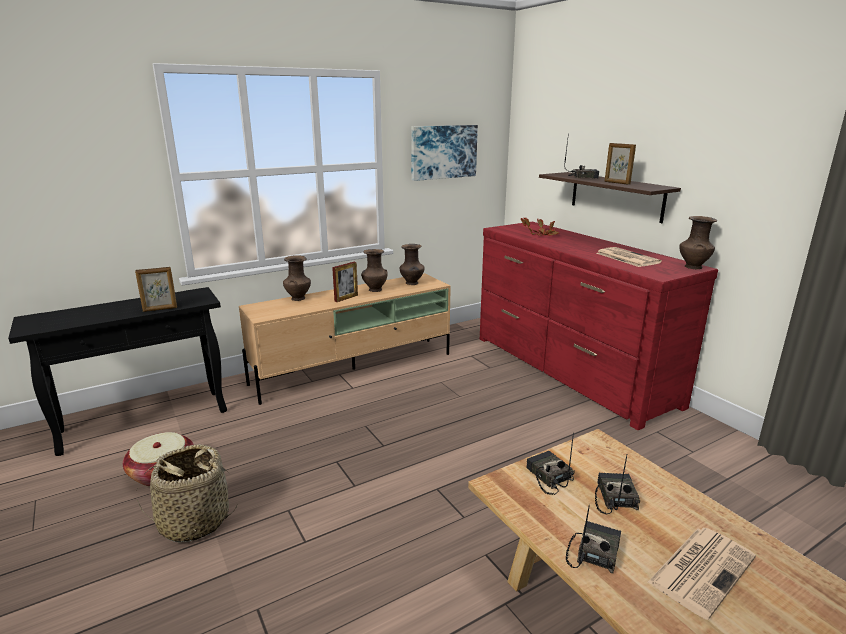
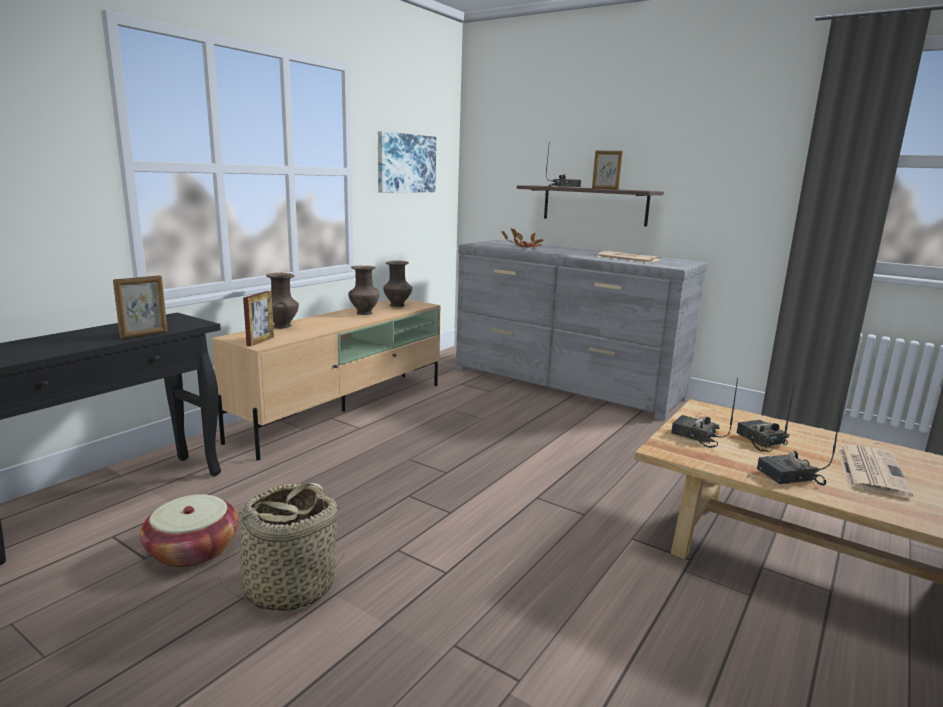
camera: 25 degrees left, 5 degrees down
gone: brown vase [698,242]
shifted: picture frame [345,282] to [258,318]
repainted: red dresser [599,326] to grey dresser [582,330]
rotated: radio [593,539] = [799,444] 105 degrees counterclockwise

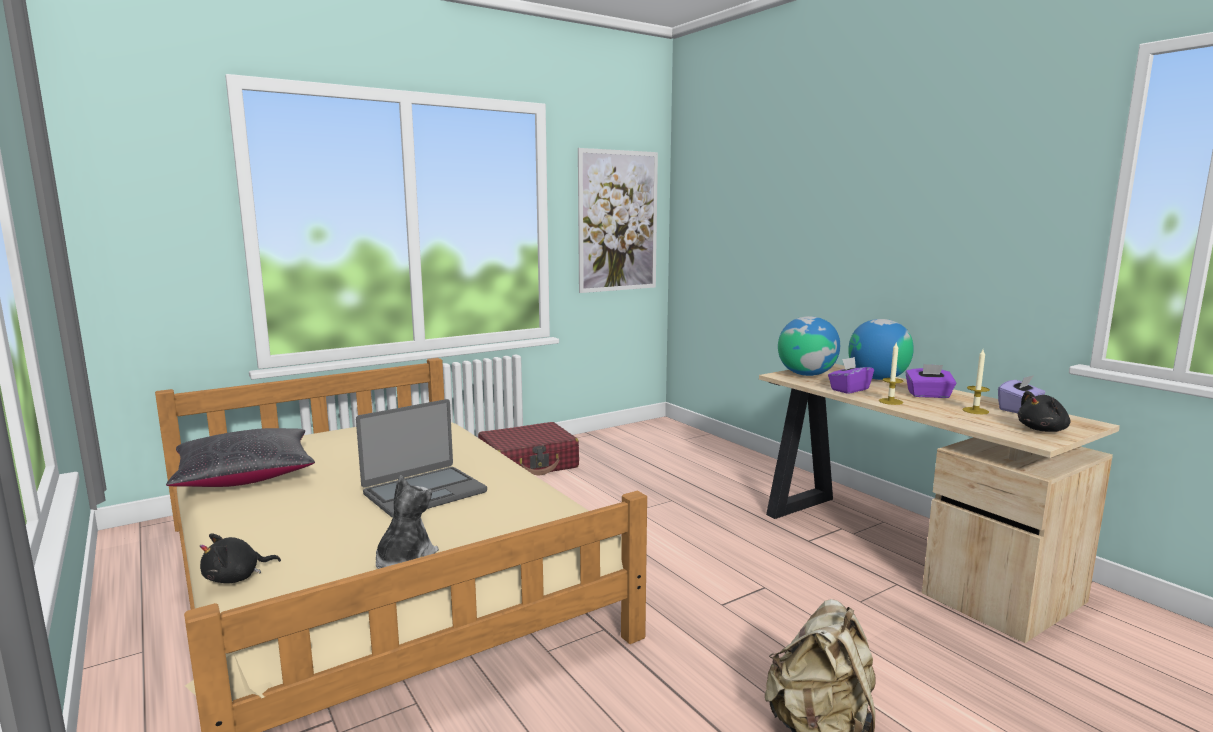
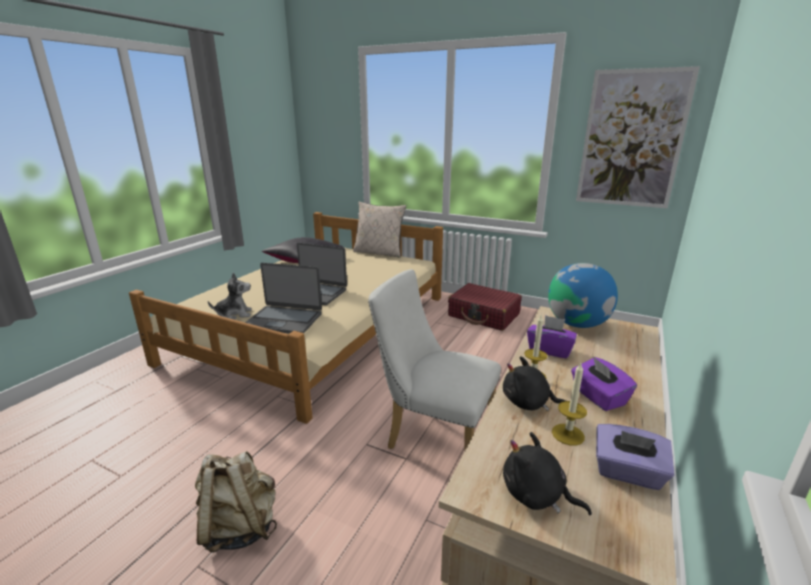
camera: 60 degrees right, 10 degrees up
gone: globe [881,349]
new: laptop [283,298]; beige pillow [379,229]; white chair [434,359]
shifted: black plush toy [240,558] to [534,383]

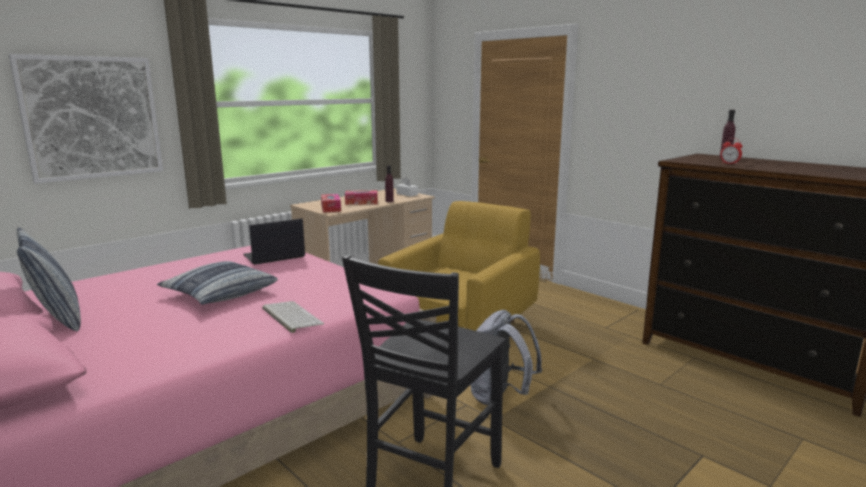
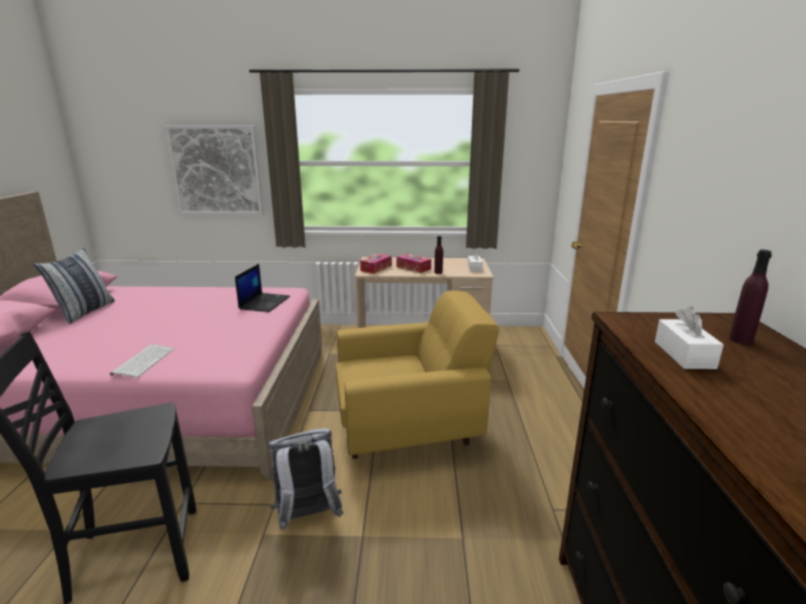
camera: 45 degrees right, 5 degrees up
gone: pillow [217,283]
swapped: alarm clock [731,151] to white tissue box [689,337]
rotated: laptop [274,241] = [262,288] 90 degrees clockwise

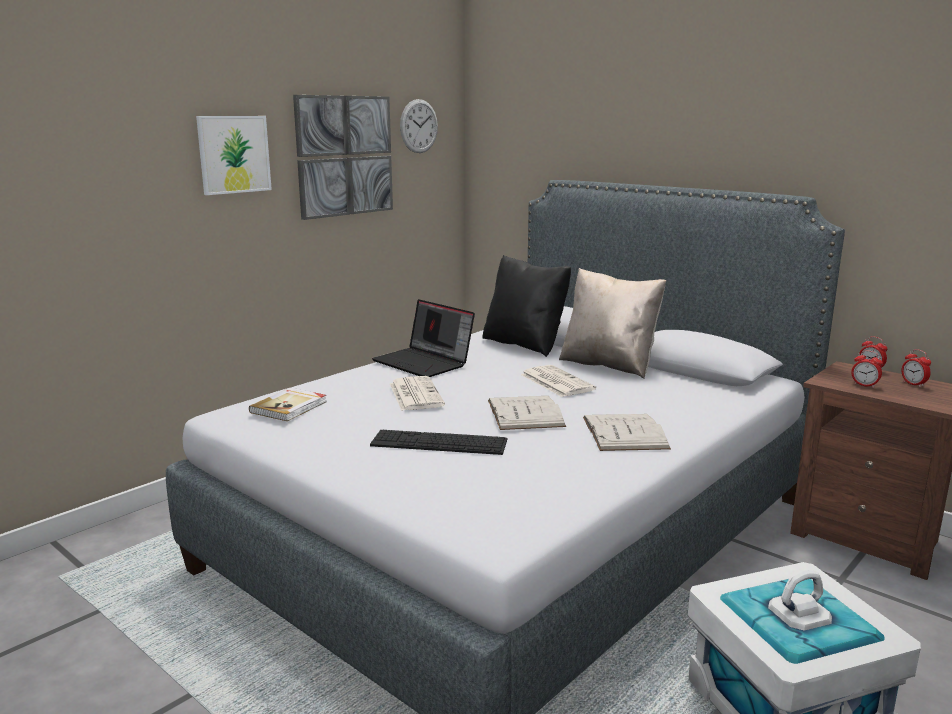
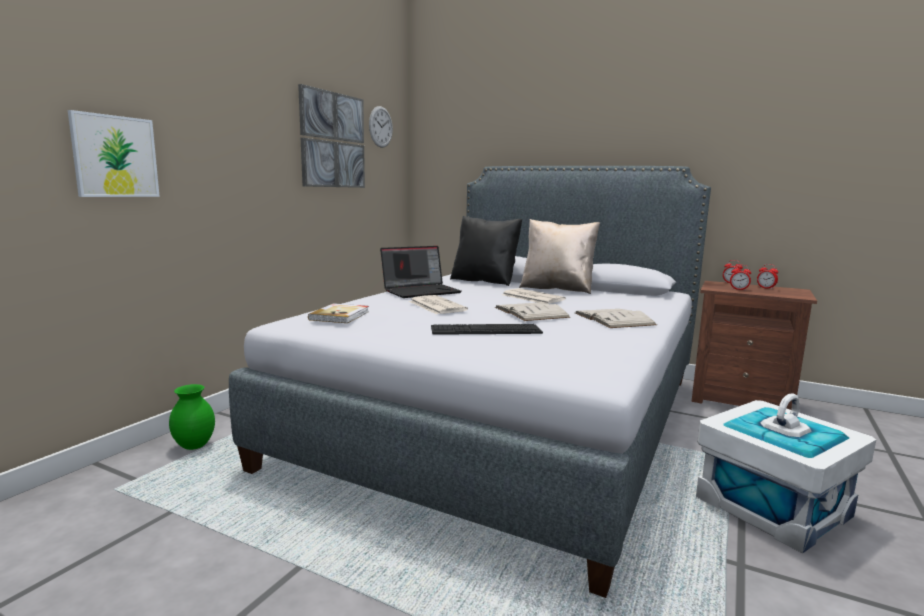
camera: 15 degrees left, 5 degrees down
new: green vase [192,417]
shifted: picture [234,155] to [114,153]
rotated: laptop [423,338] = [421,272] 60 degrees counterclockwise

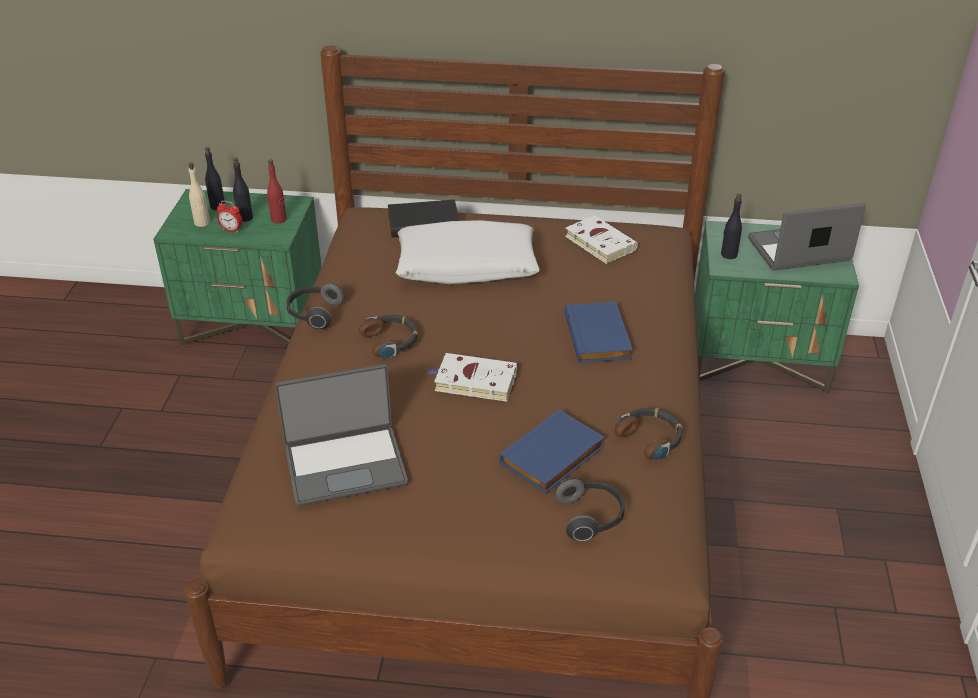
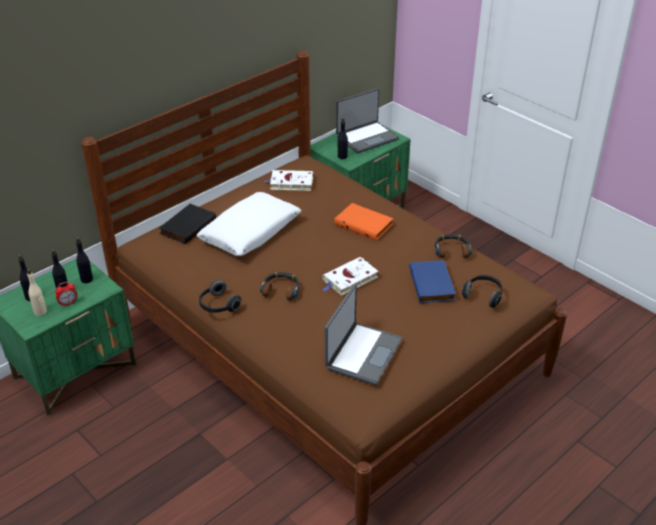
camera: 50 degrees left, 0 degrees up
repainted: red bottle [277,191] to black bottle [84,260]; blue book [599,332] to orange book [363,222]
rotated: laptop [807,237] = [367,121] 150 degrees counterclockwise

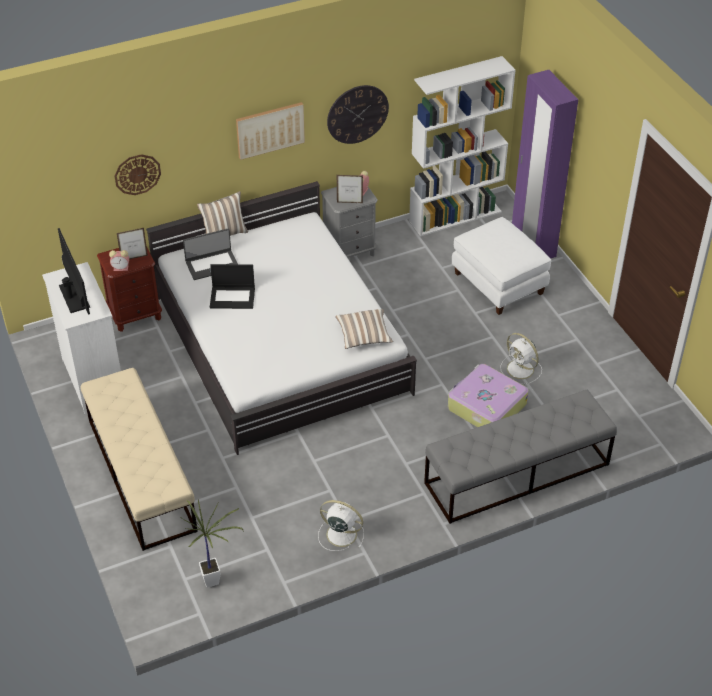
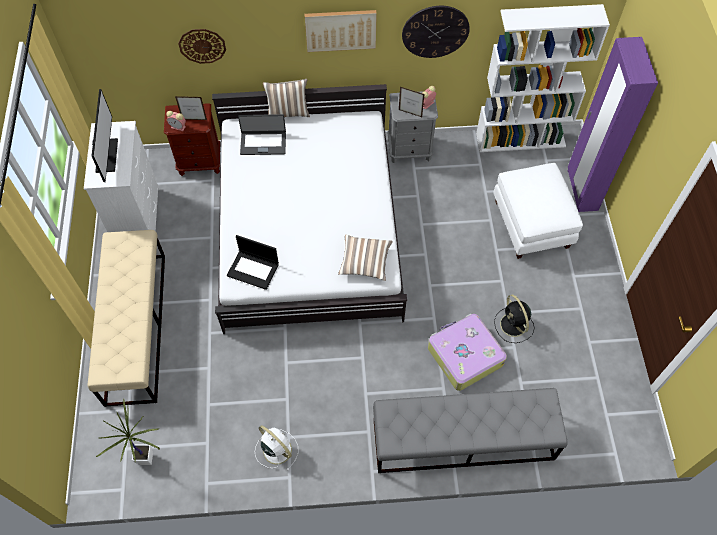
camera: 20 degrees right, 15 degrees up
shifted: laptop [232,286] to [253,262]
repainted: white fan [521,359] to black fan [514,319]

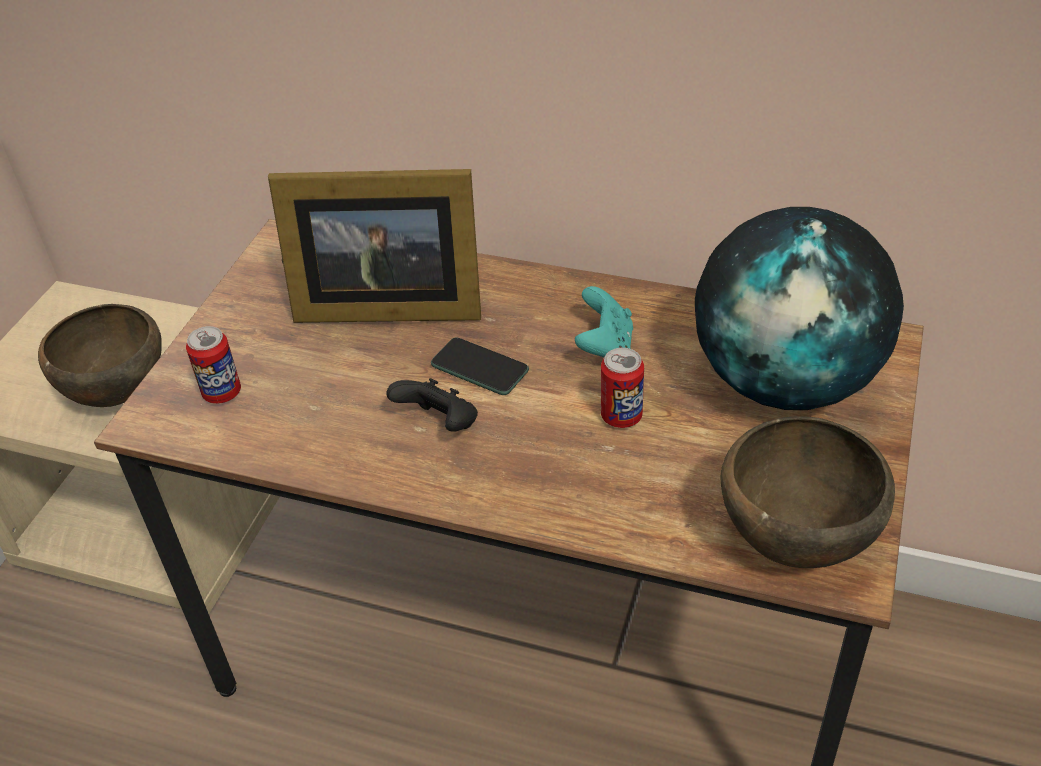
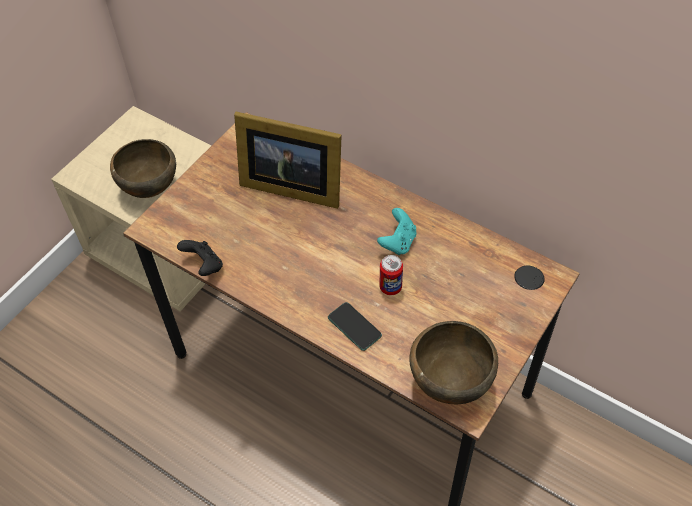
camera: 15 degrees right, 10 degrees up
gone: can [213,365]; globe [799,308]
shifted: black game controller [432,405] to [200,258]; phone [480,366] to [355,326]

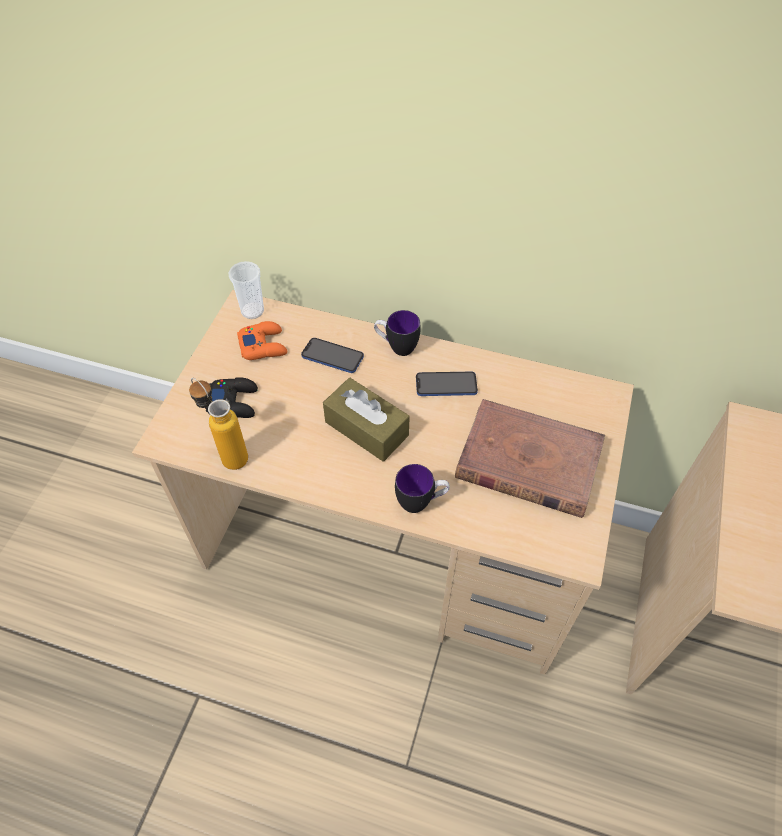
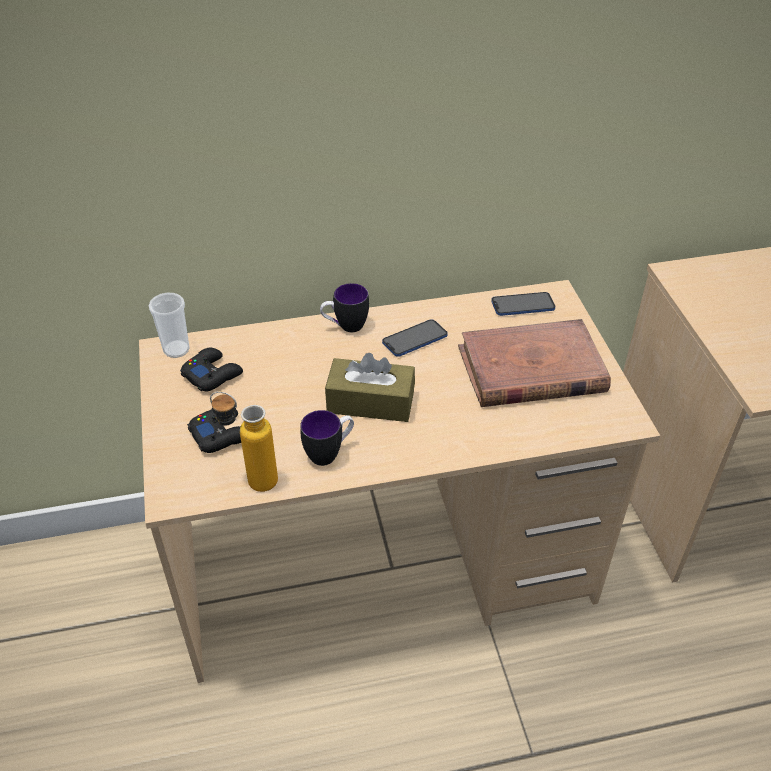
camera: 30 degrees left, 10 degrees down
shifted: phone [332,355] to [523,304]; mug [422,488] to [327,438]
repainted: orange game controller [262,340] to black game controller [211,370]

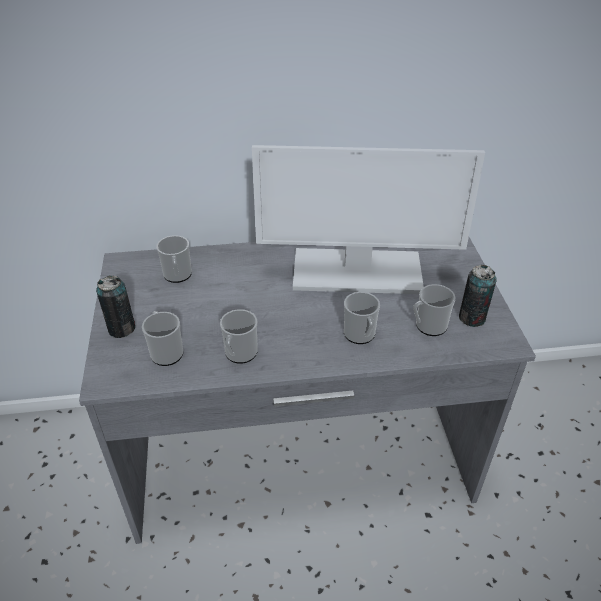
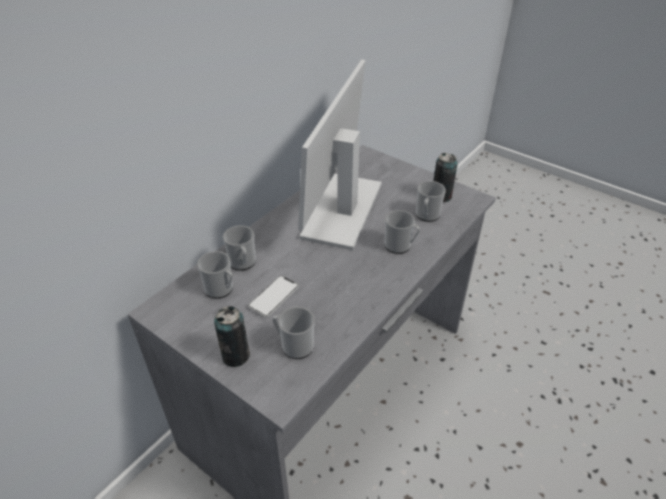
camera: 45 degrees left, 0 degrees up
new: phone [273,296]
shifted: mug [239,336] to [239,248]
rotated: monitor [368,219] = [340,155] 150 degrees clockwise

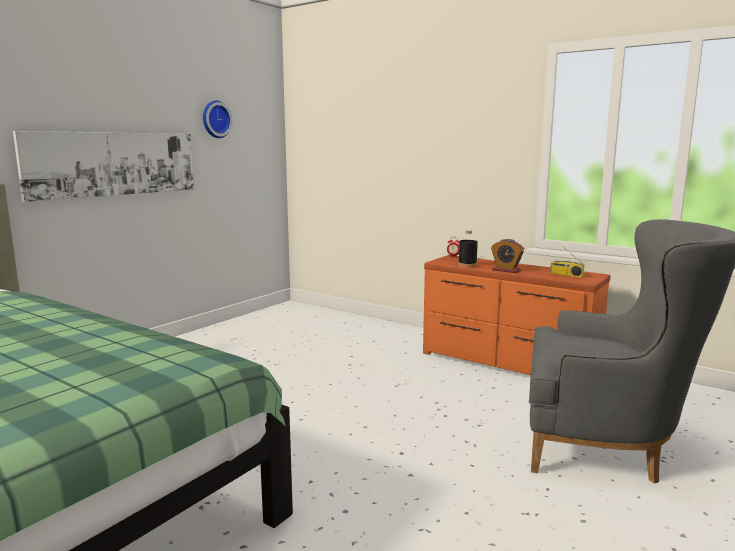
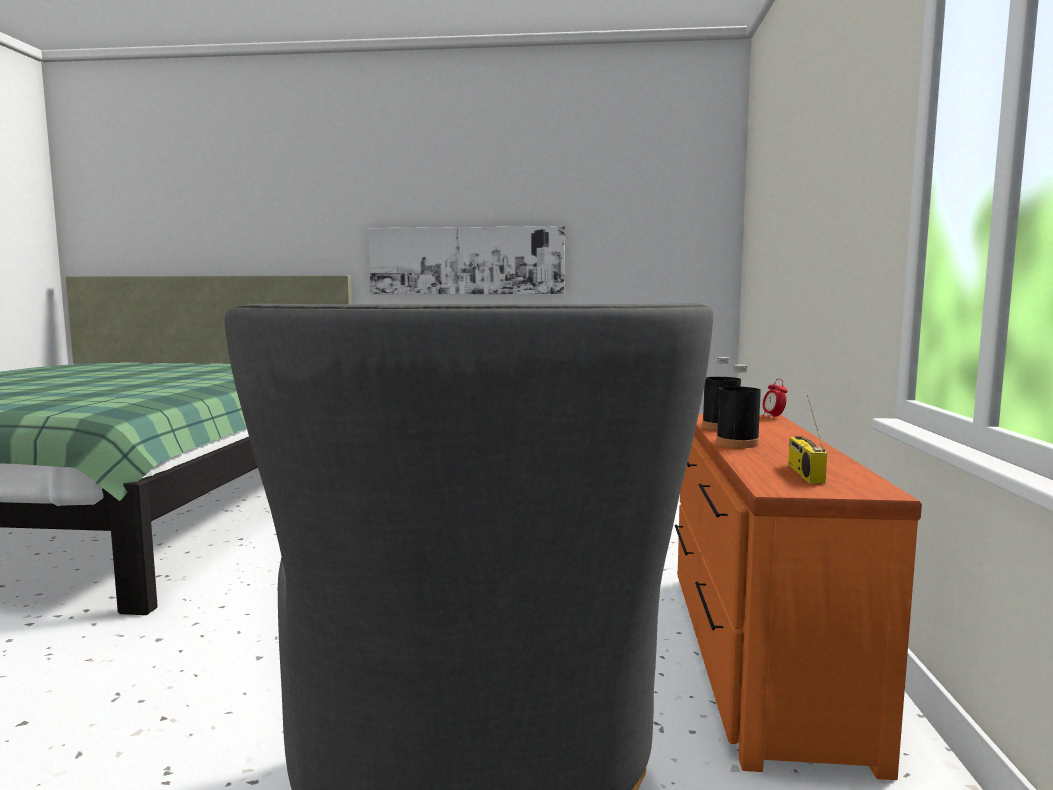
camera: 60 degrees right, 5 degrees down
gone: wall clock [218,119]
swapped: alarm clock [507,256] to black bottle [738,406]

